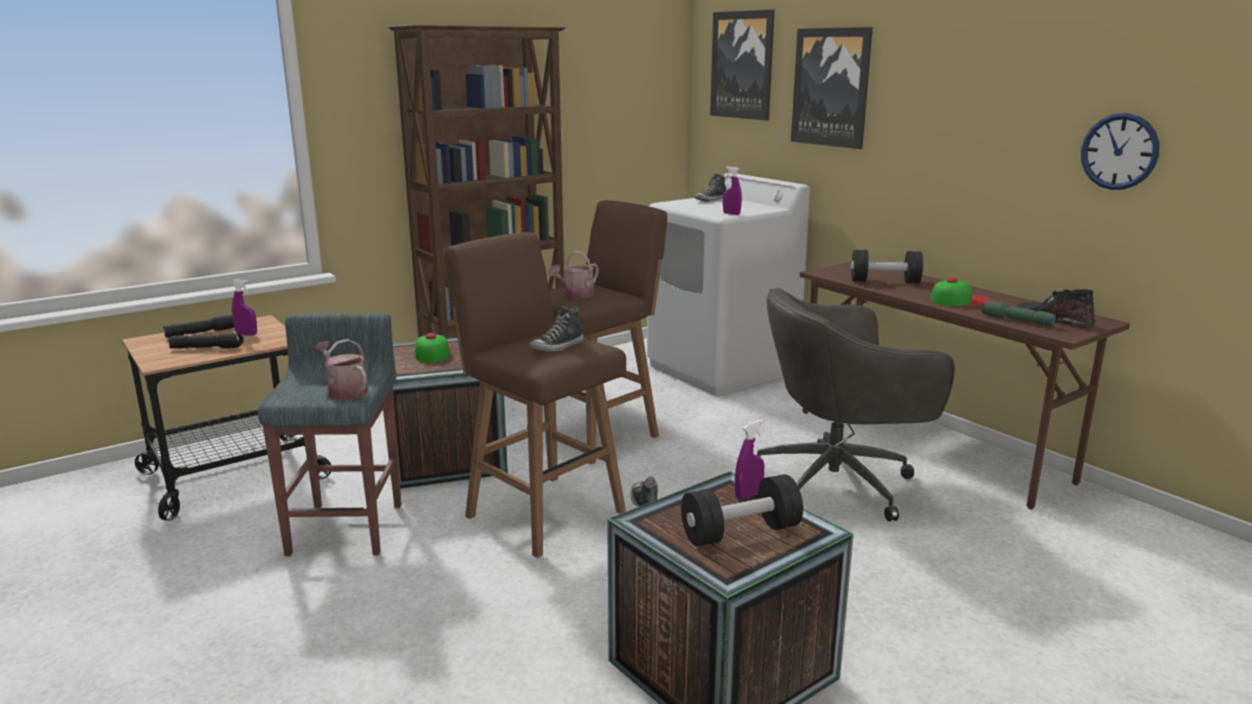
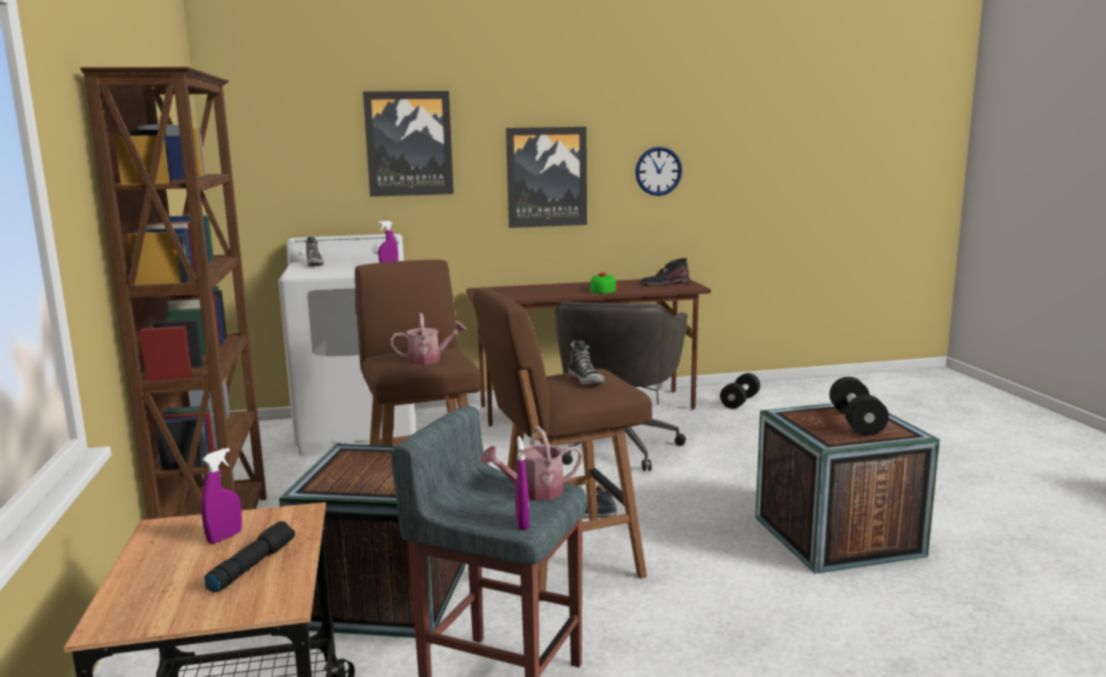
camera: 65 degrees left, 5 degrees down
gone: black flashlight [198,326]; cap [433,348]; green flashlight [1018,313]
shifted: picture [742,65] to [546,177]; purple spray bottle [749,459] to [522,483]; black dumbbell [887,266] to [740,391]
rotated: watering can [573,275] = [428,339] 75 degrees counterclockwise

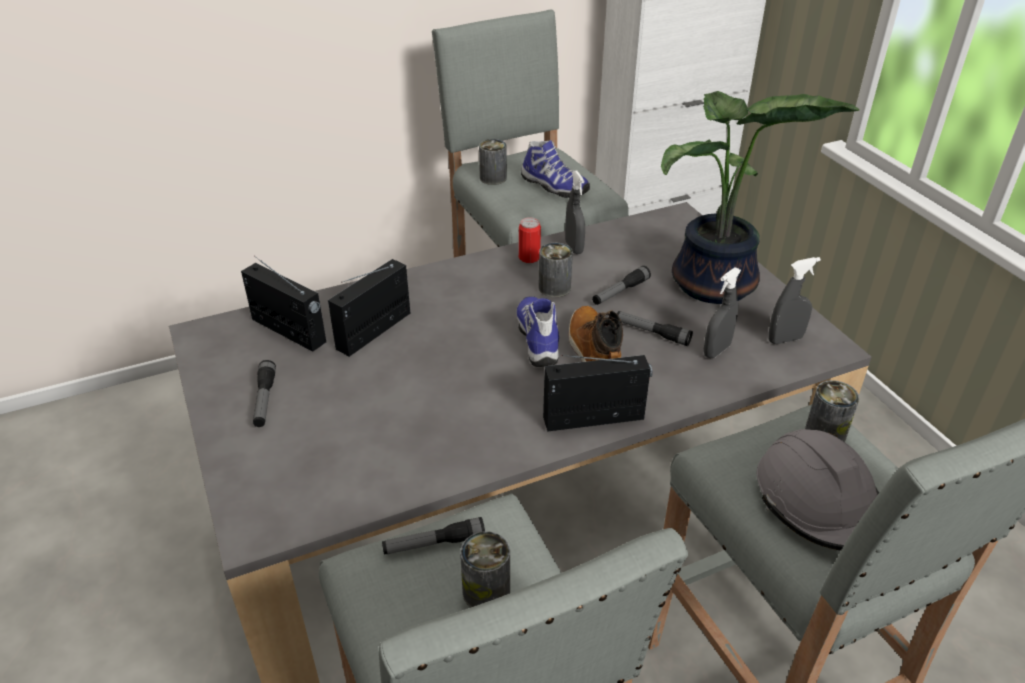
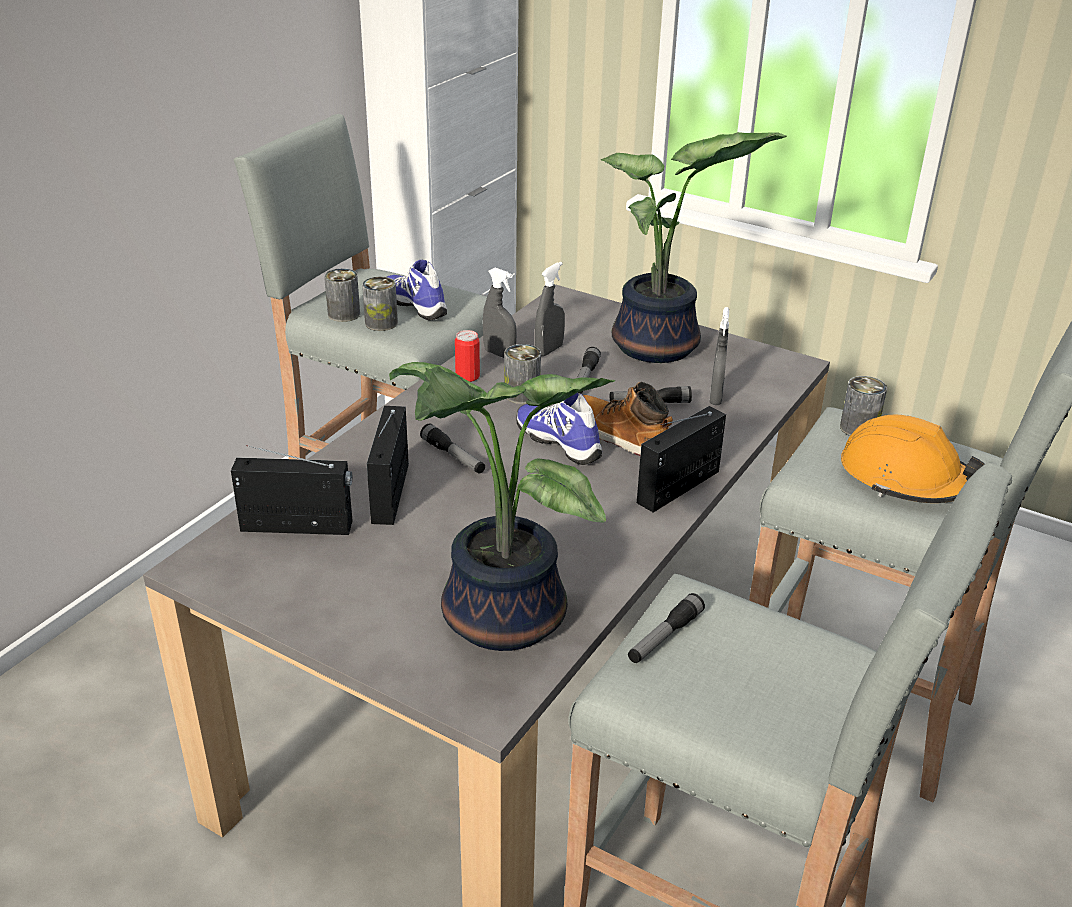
camera: 35 degrees left, 5 degrees down
new: potted plant [502,506]
shifted: flashlight [264,393] to [452,448]; can [485,569] to [380,304]; grey spray bottle [794,300] to [550,309]
repainted: grey hard hat [818,490] to orange hard hat [913,459]
rotated: shoe [555,169] = [417,290] 135 degrees counterclockwise

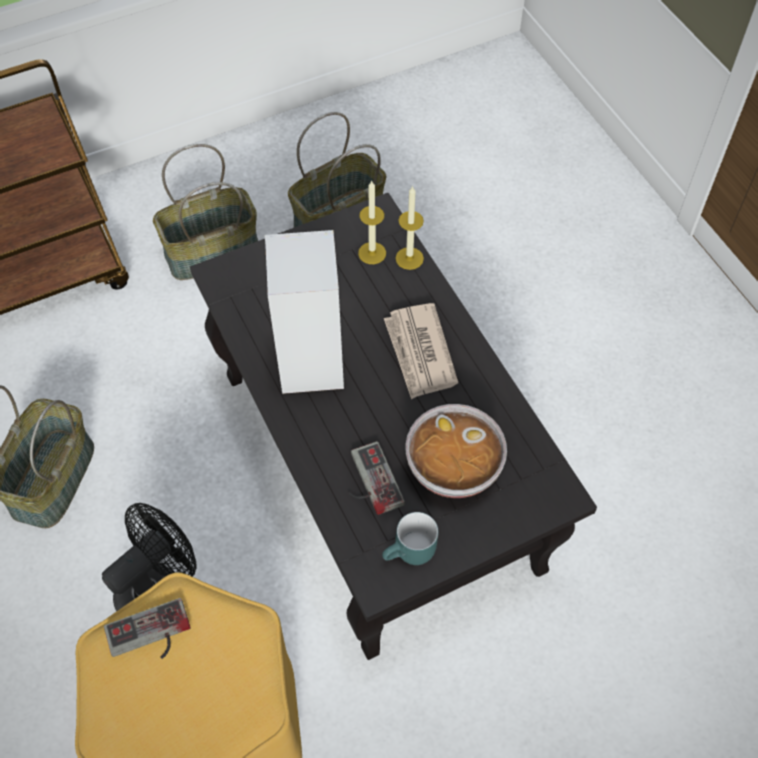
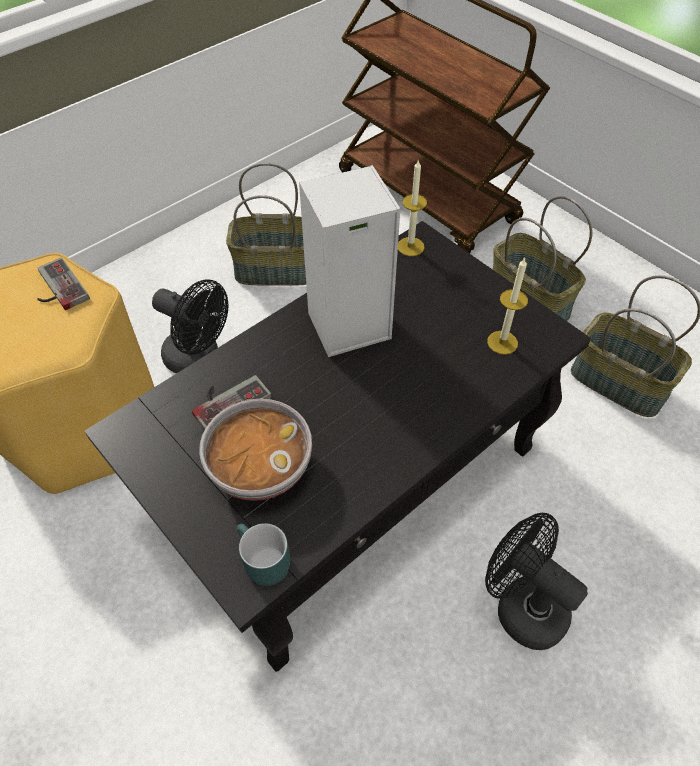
camera: 75 degrees right, 5 degrees down
gone: newspaper [421,351]
new: black fan [536,581]
shifted: turquoise mug [410,538] to [263,554]; candle [410,228] to [412,207]

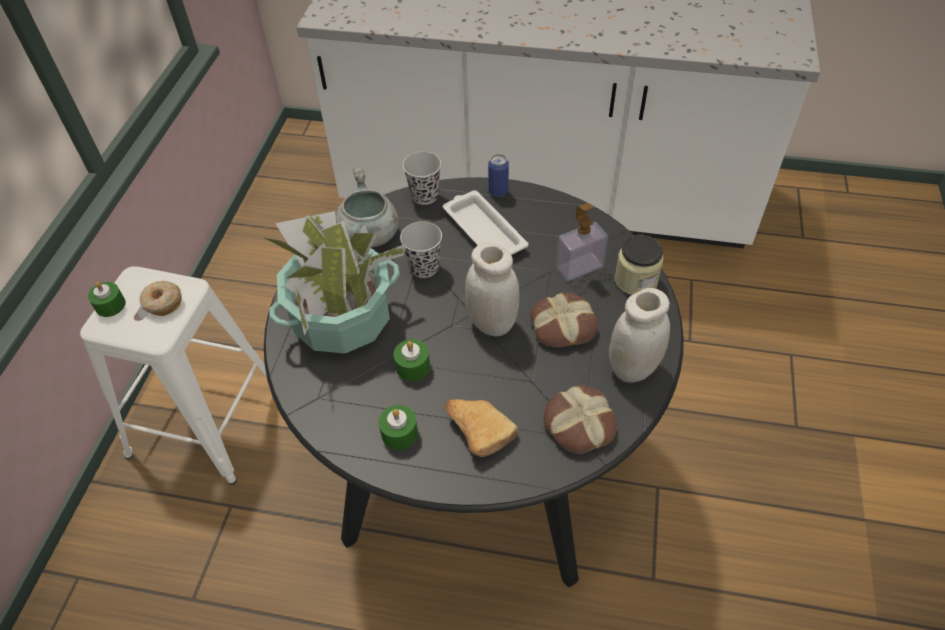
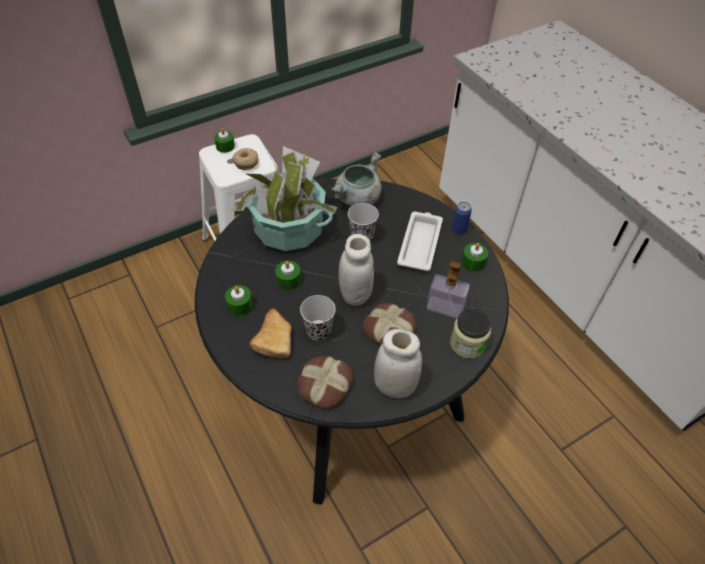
camera: 45 degrees right, 0 degrees up
new: green candle [474,257]
shifted: black cup [422,178] to [318,318]

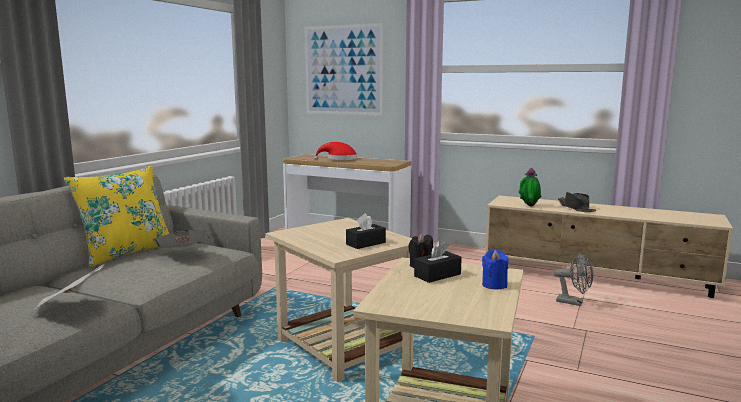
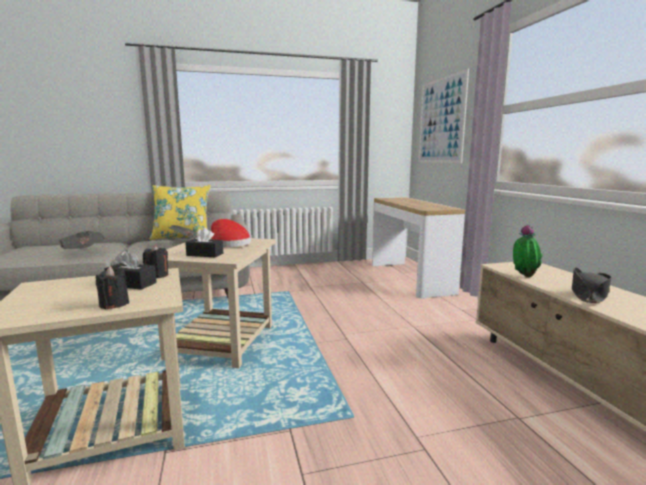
camera: 50 degrees right, 0 degrees up
gone: grey fan [573,279]
shifted: red hat [335,151] to [230,233]
repainted: blue candle [495,269] to black candle [112,287]

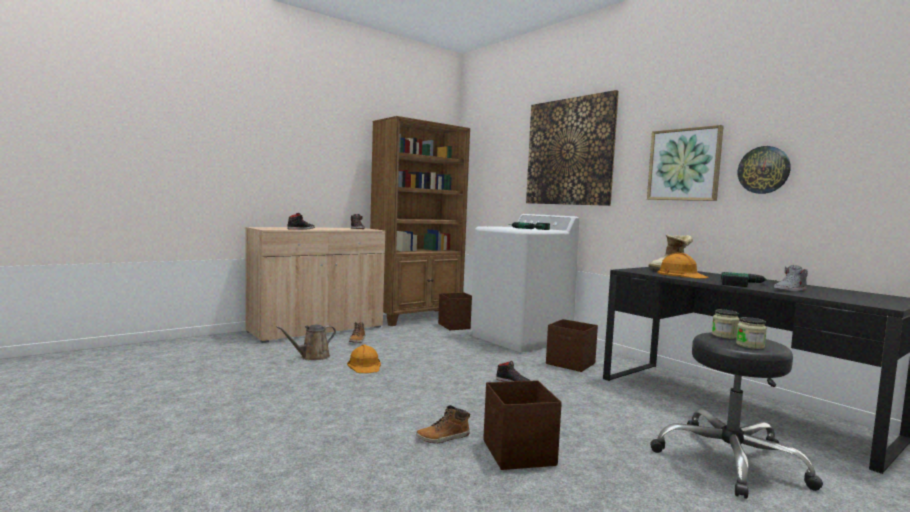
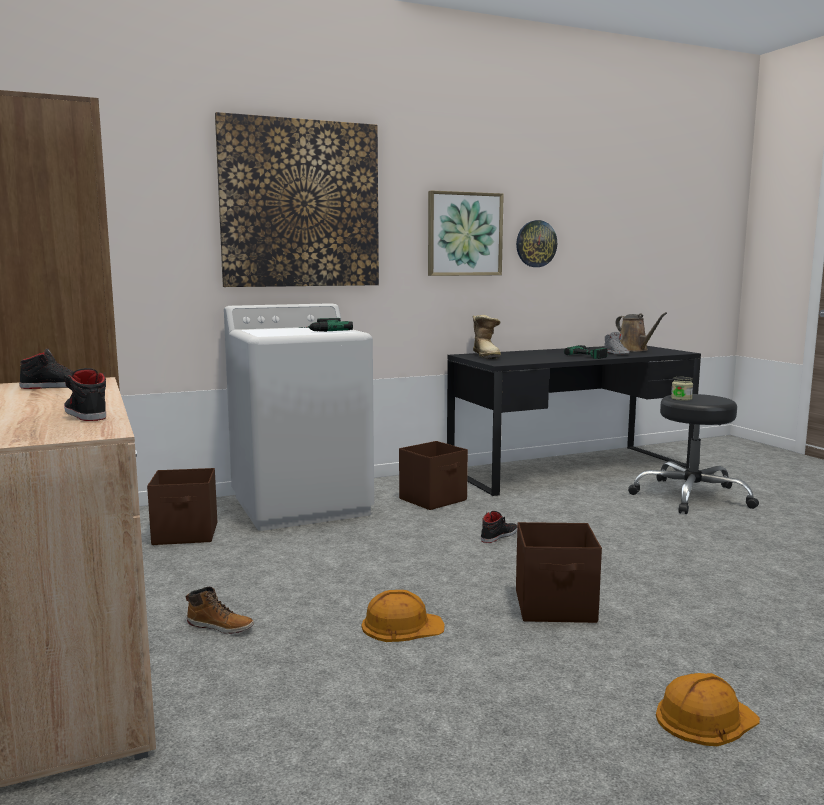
camera: 75 degrees left, 5 degrees up
gone: boot [443,424]; jar [751,333]
shifted: brown watering can [306,342] to [641,332]; brown storage box [522,425] to [559,572]; orange hard hat [683,266] to [708,709]

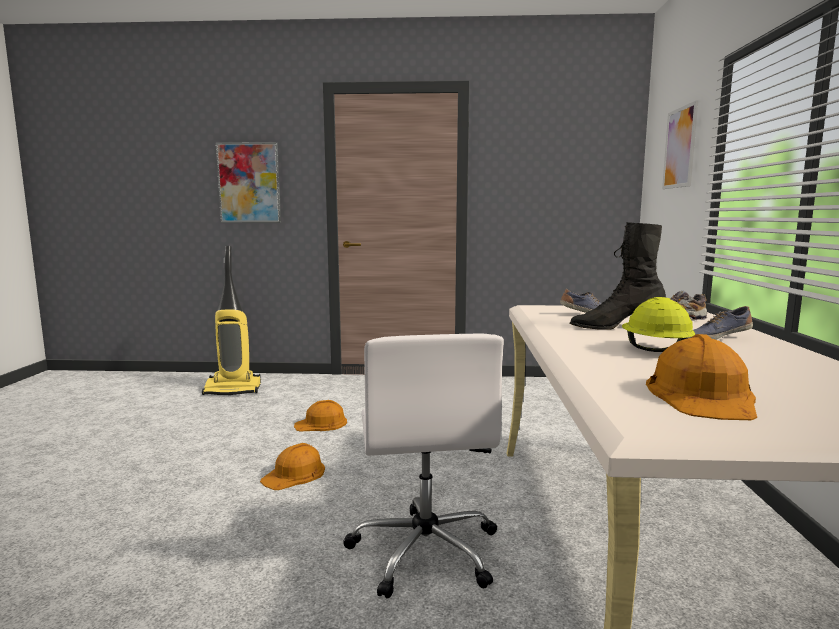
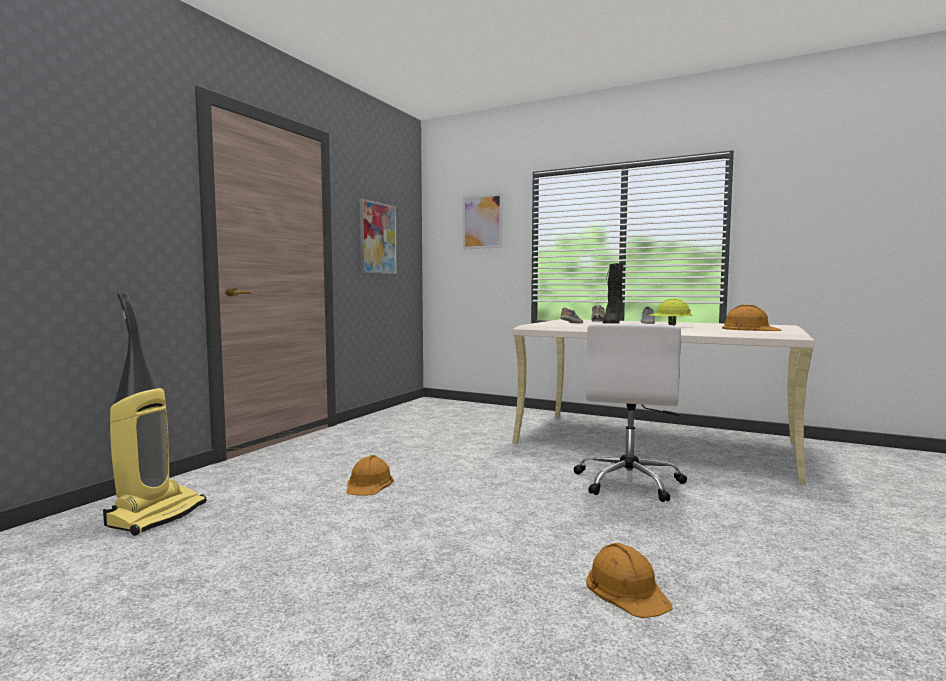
camera: 65 degrees left, 5 degrees down
shifted: picture [248,182] to [378,236]; orange hard hat [292,466] to [629,580]
rotated: white office chair [423,466] = [630,412] 90 degrees clockwise

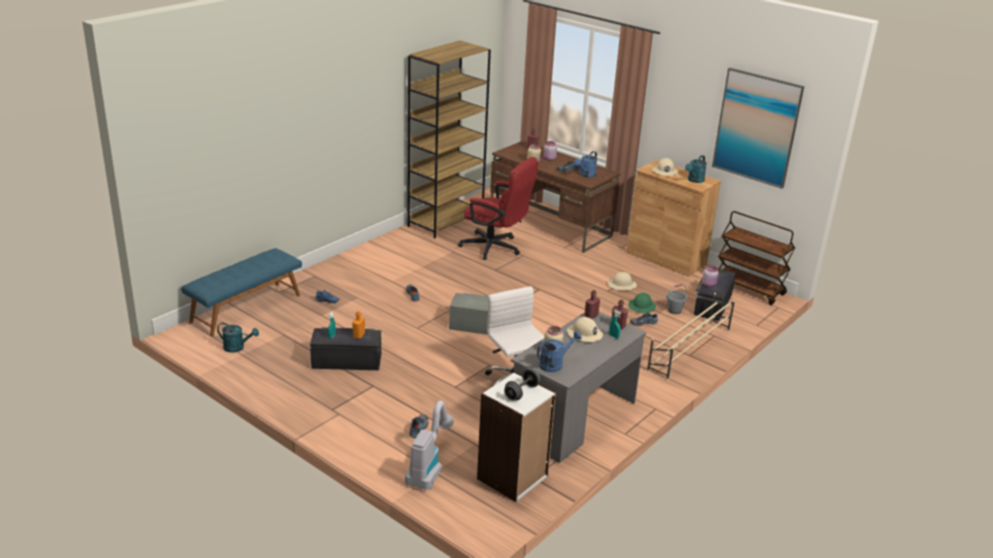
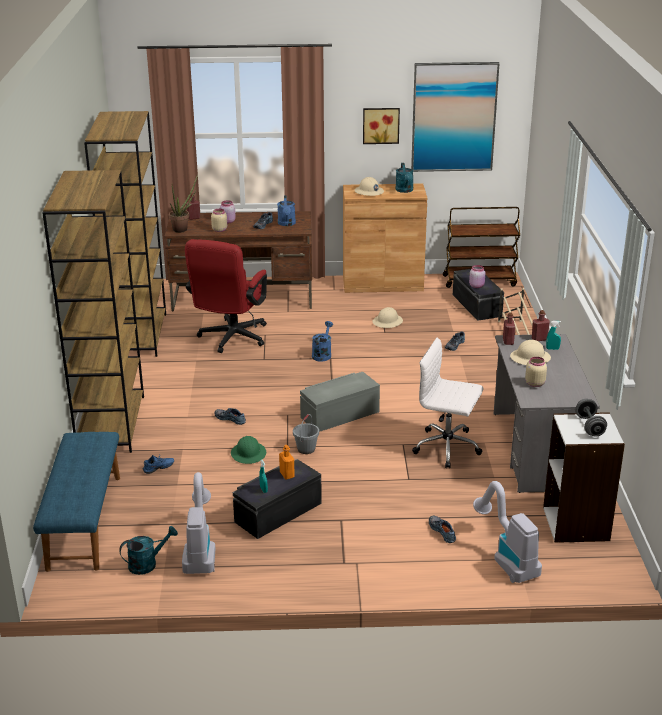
camera: 40 degrees left, 0 degrees up
new: brown bookcase [93,311]; potted plant [183,204]; vacuum cleaner [199,523]; picture [381,126]
shifted: blue watering can [559,351] to [322,341]; green hard hat [642,303] to [248,450]; grey bucket [676,299] to [306,434]
rotated: red office chair [498,208] = [226,296] 120 degrees clockwise

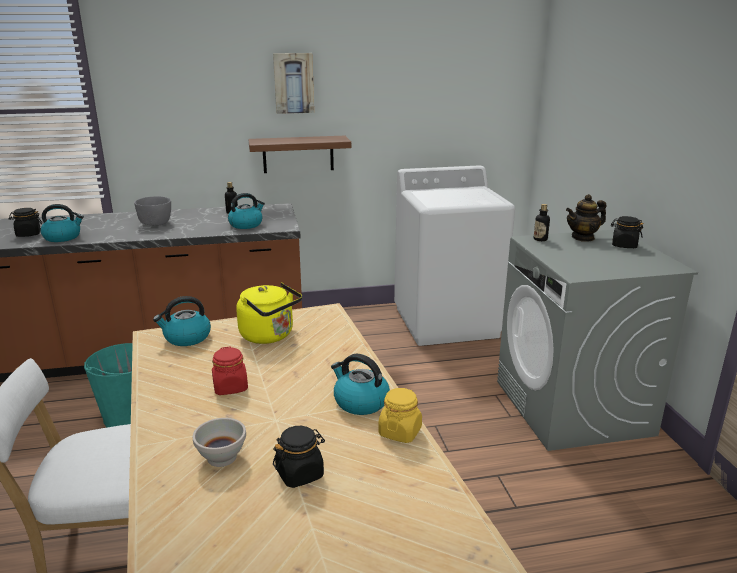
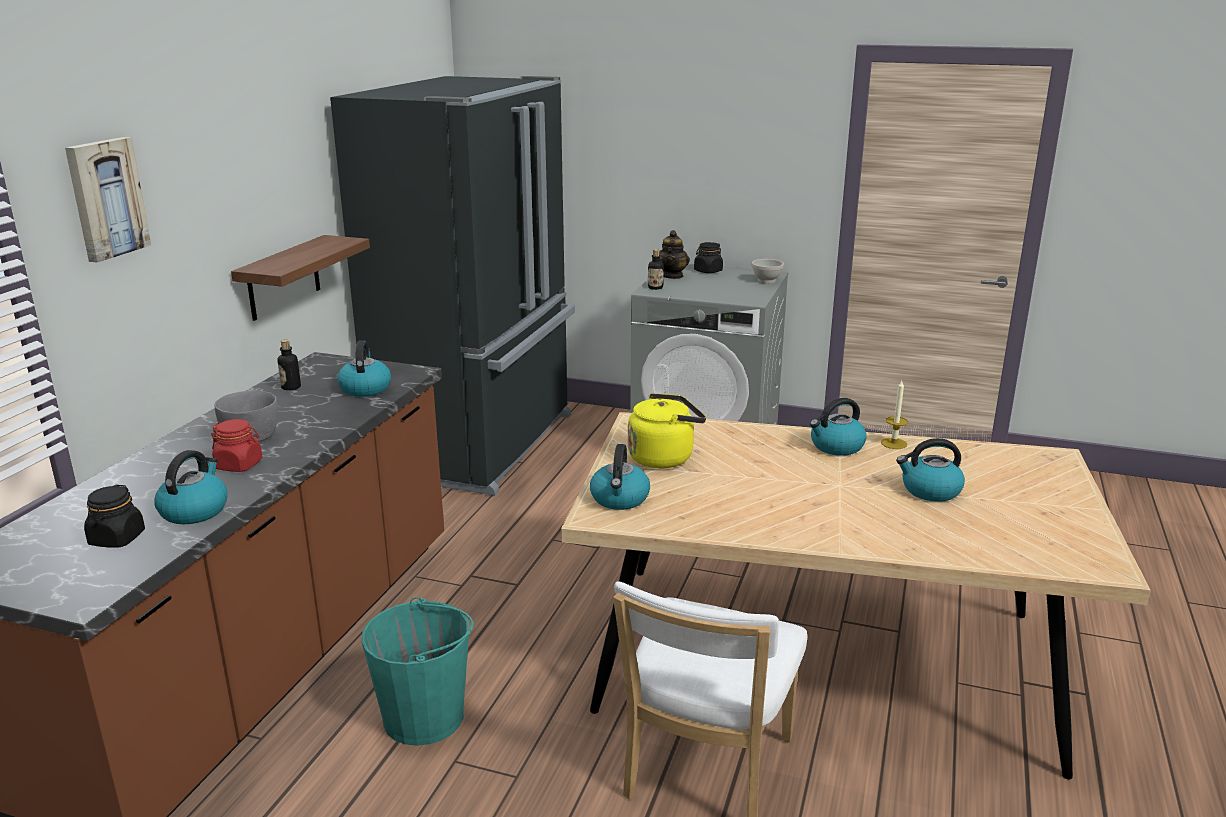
camera: 60 degrees left, 0 degrees up
shifted: white bowl [219,442] to [768,271]; red jar [230,371] to [237,445]; picture [293,83] to [108,200]
swapped: black jar [299,457] to kettle [930,470]; yellow jar [400,415] to candle [894,415]; white washing machine [454,255] to black fridge [452,286]

